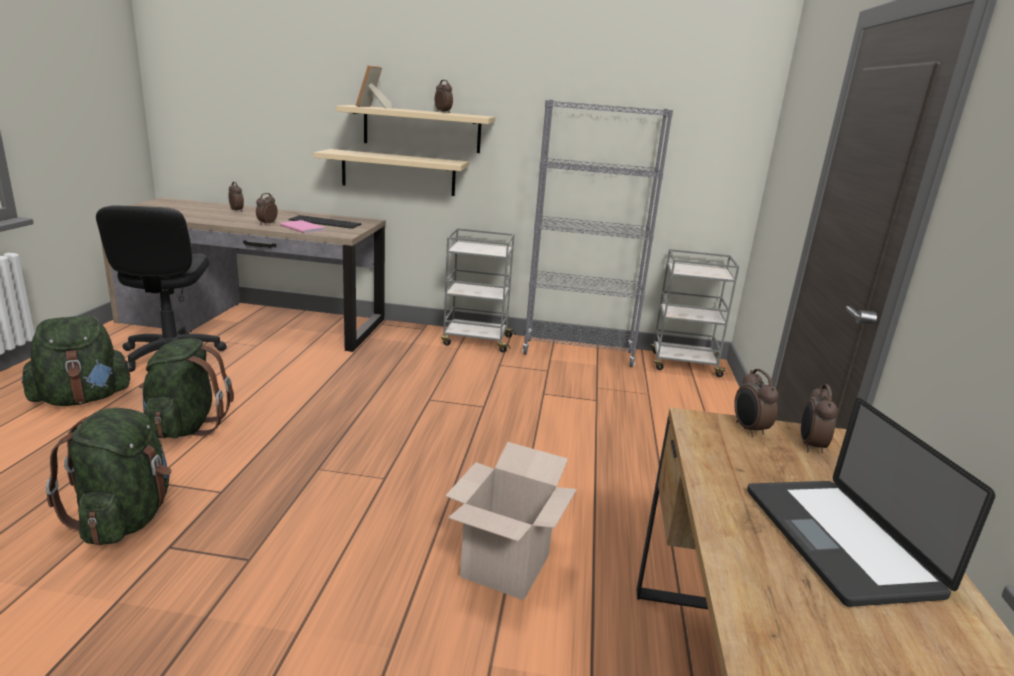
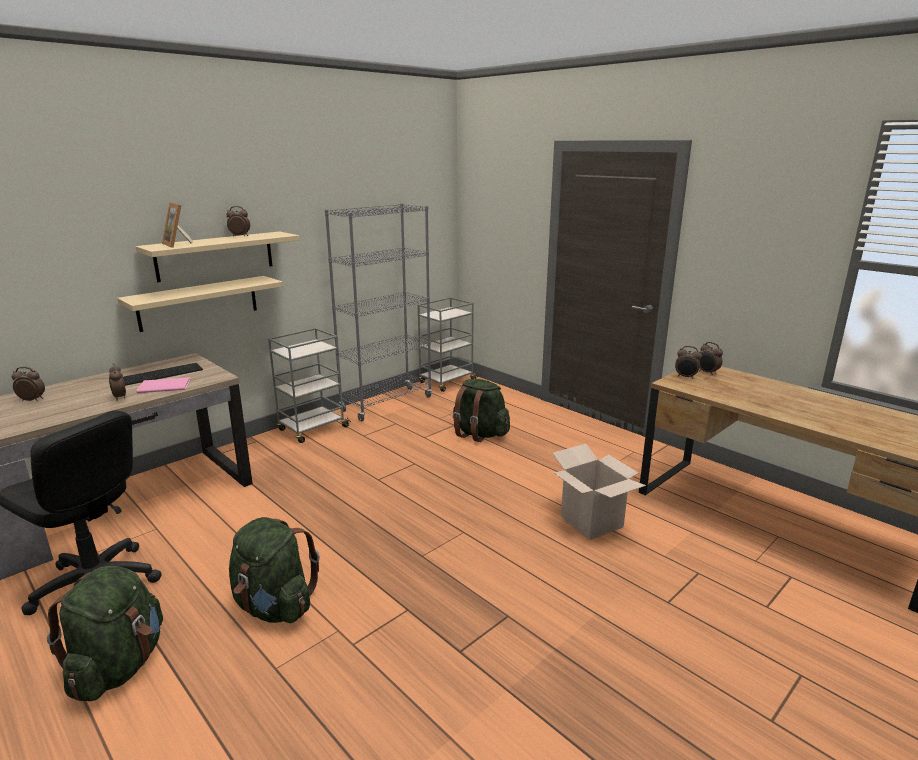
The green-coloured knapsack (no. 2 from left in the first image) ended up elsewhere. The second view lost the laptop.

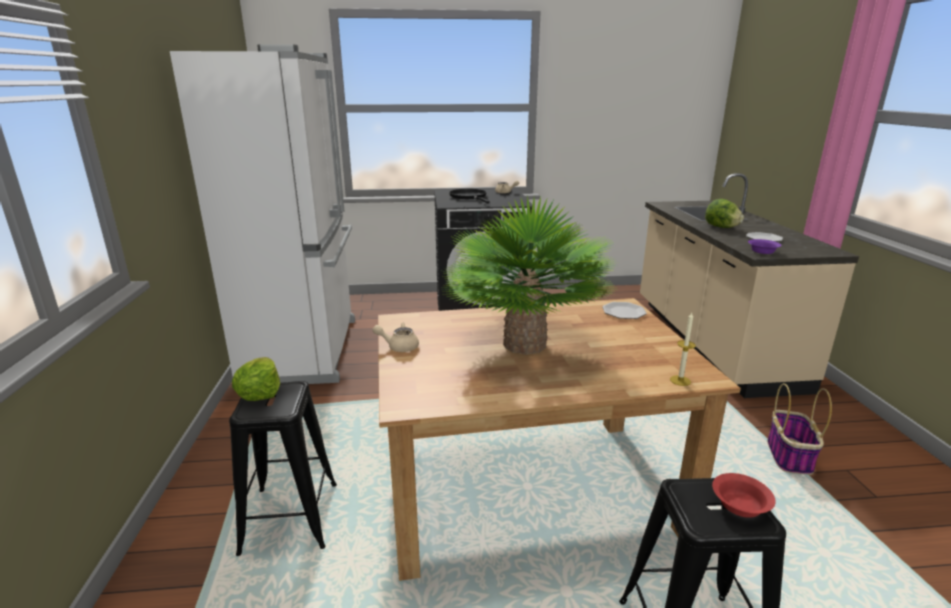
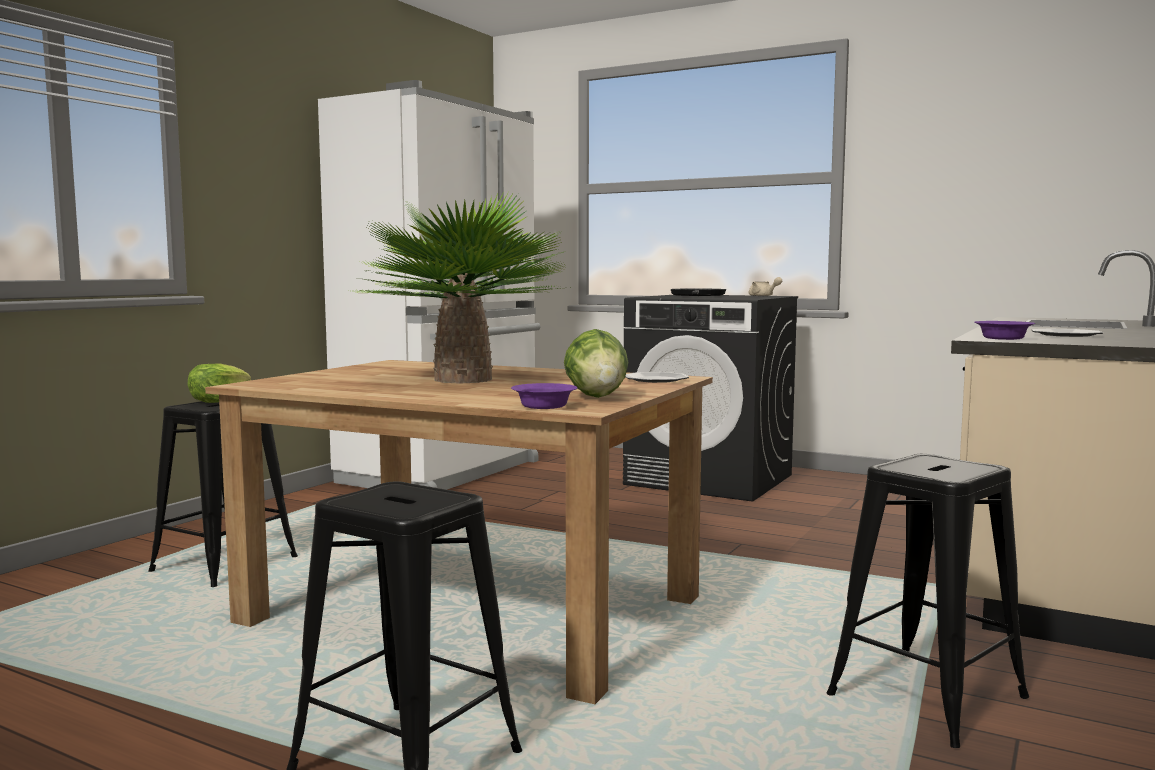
Where the wax light stood, the purple deep dish (no. 1 from left) came to stand. The head of lettuce (no. 2 from left) ended up elsewhere. Where the household basket stood, the black stool (no. 3 from left) came to stand. The second view lost the sand-coloured tea pot (no. 1 from left). The second view lost the red deep dish.

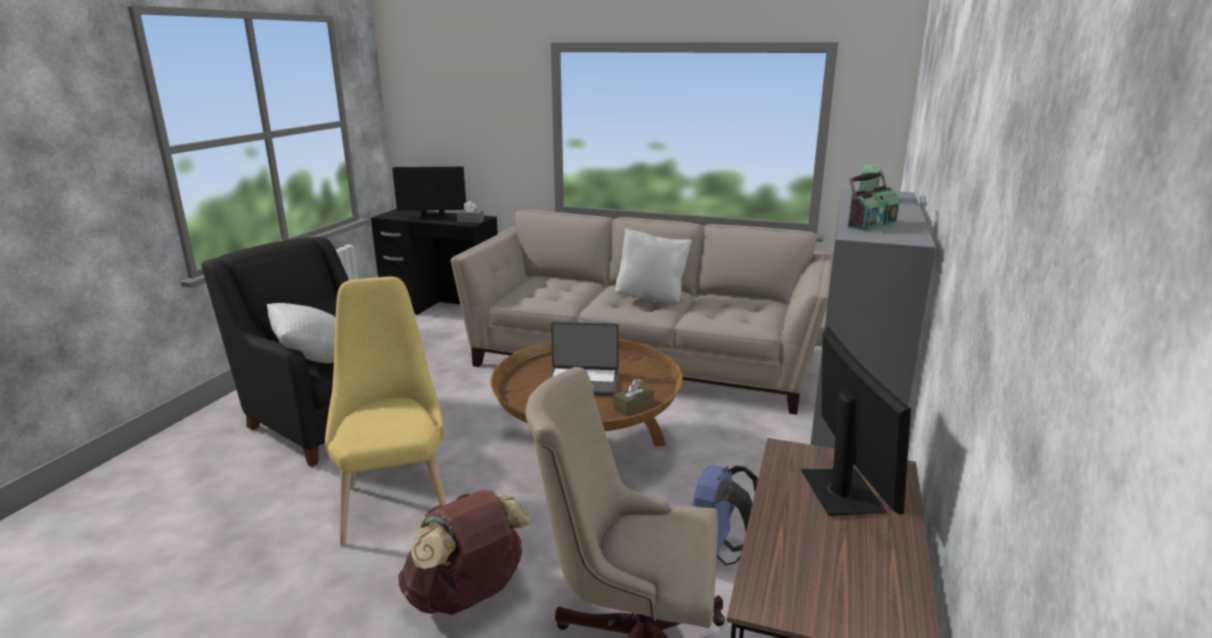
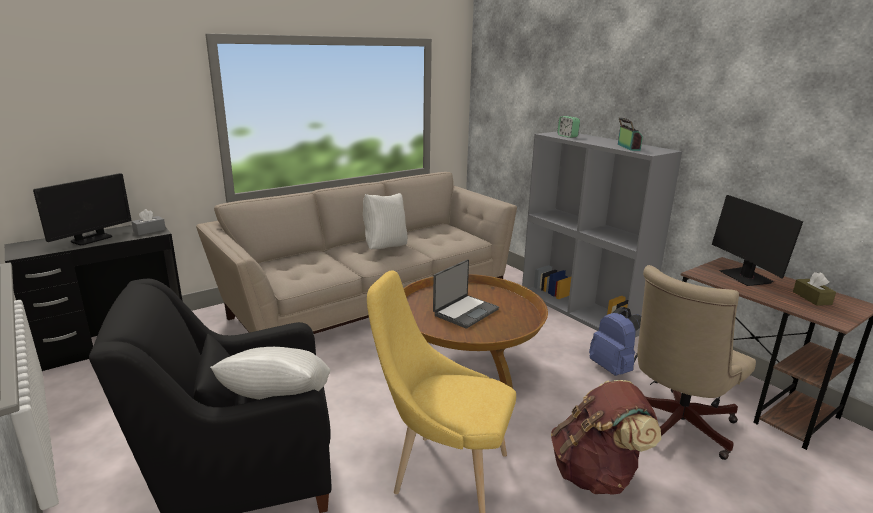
The computer screen (no. 2 from left) ended up facing another way, 135 degrees counterclockwise from before. The brownish box of tissues ended up elsewhere.

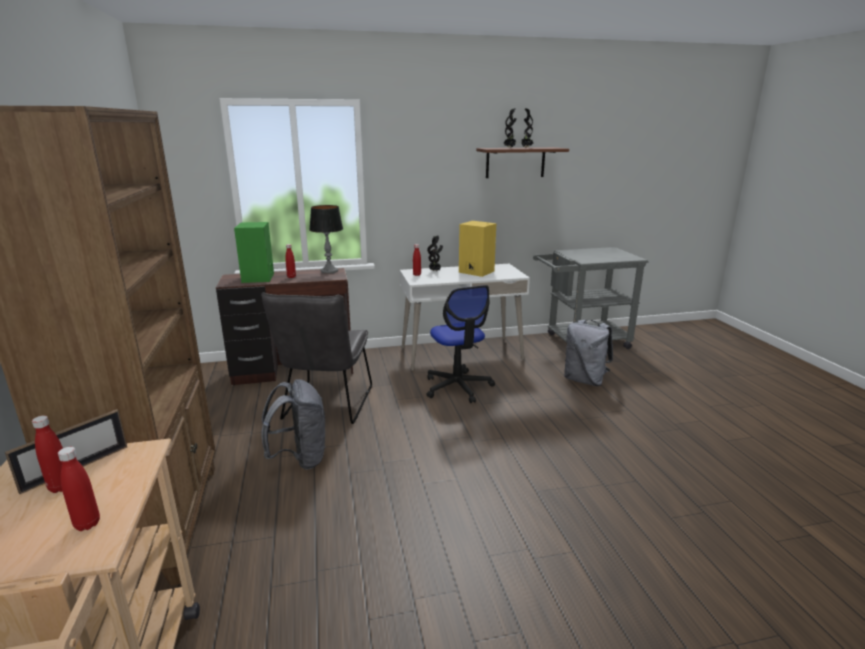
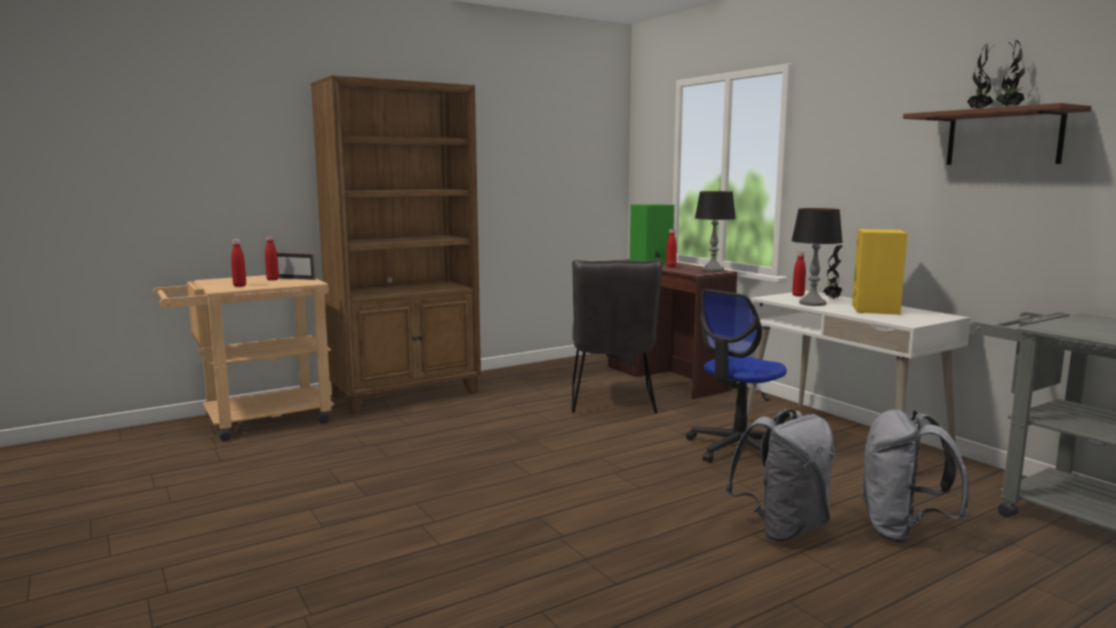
The grey chair ended up facing another way, 75 degrees counterclockwise from before. The grey knapsack (no. 1 from left) ended up elsewhere. The second view gained the lamp for a table (no. 2 from left).

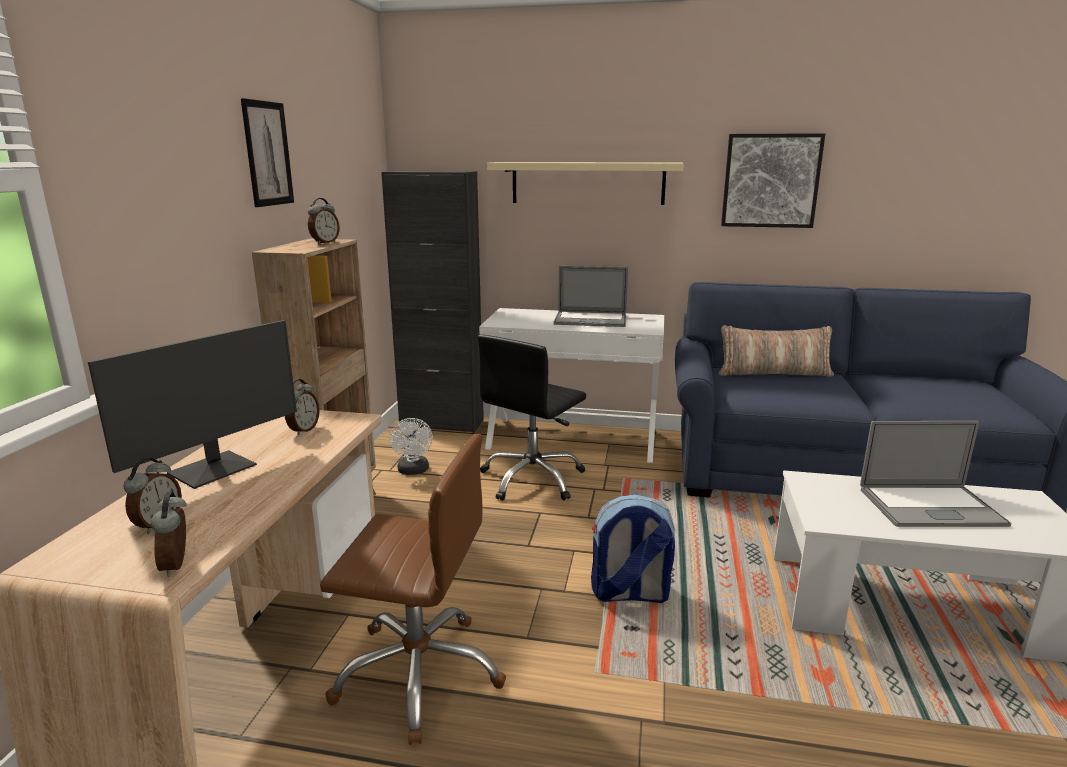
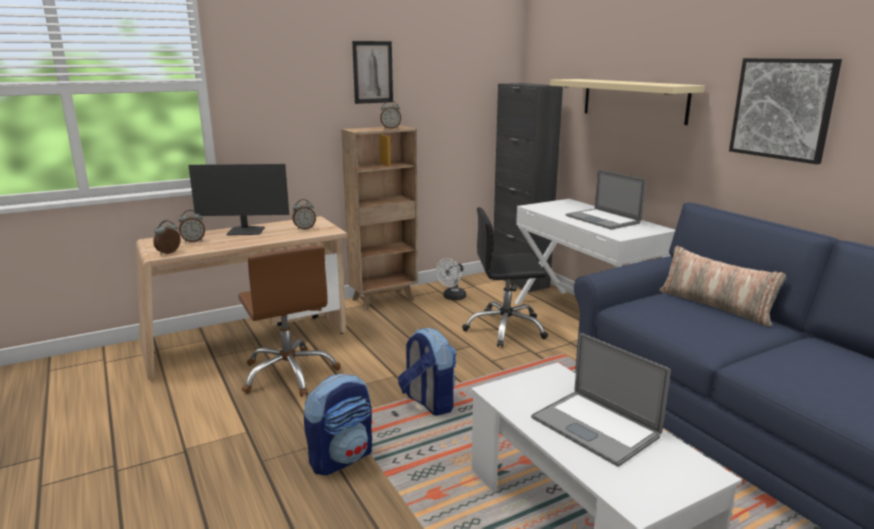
The second view gained the knapsack (no. 1 from left).

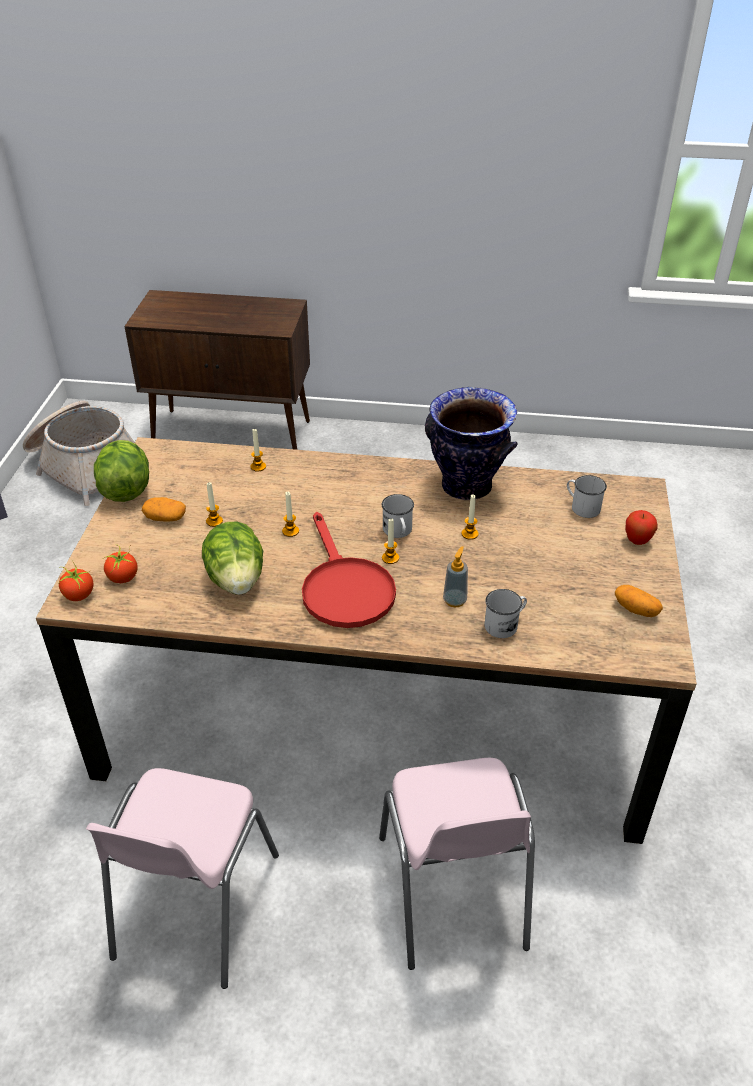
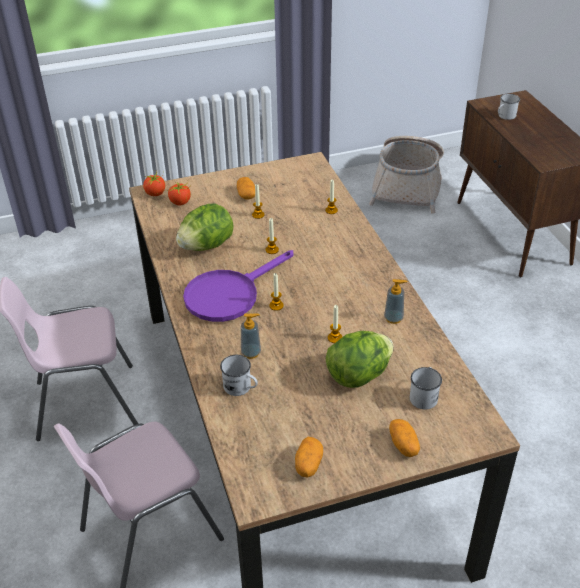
What was the red pan turned into the purple pan. The head of lettuce (no. 1 from left in the first image) ended up elsewhere. Where the vase stood, the soap bottle (no. 2 from left) came to stand. Where the apple fruit stood, the whole potato (no. 3 from left) came to stand. The whitish coffee mug (no. 1 from left in the first image) ended up elsewhere.

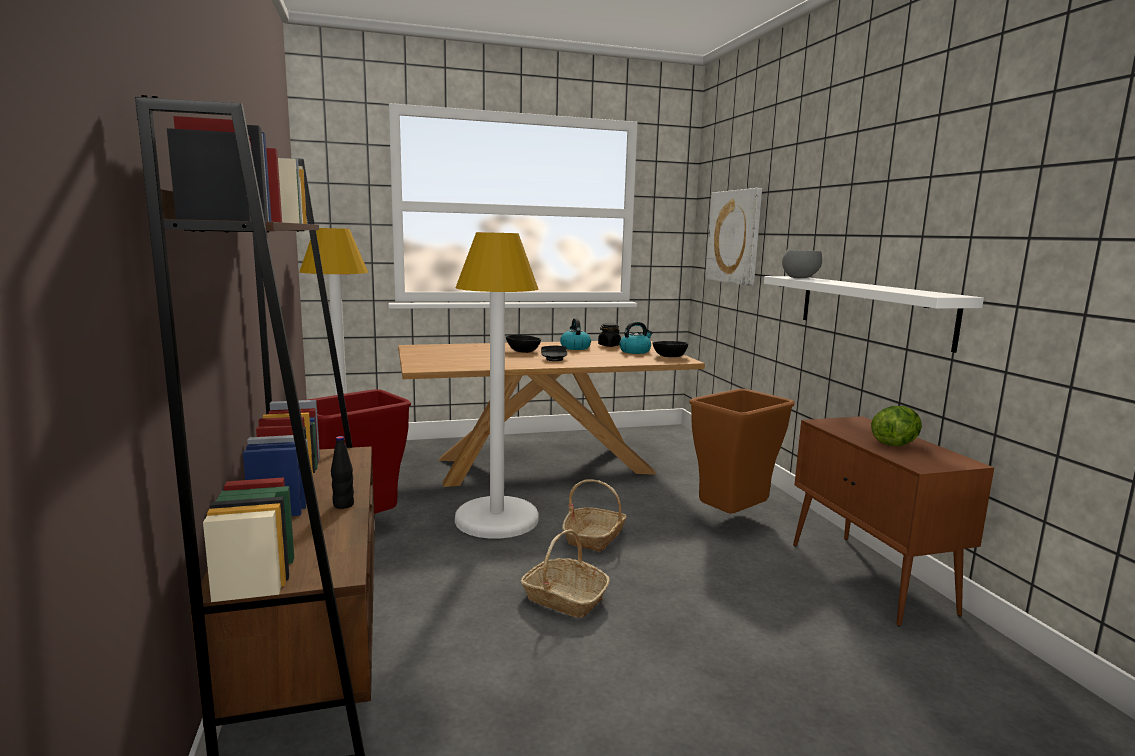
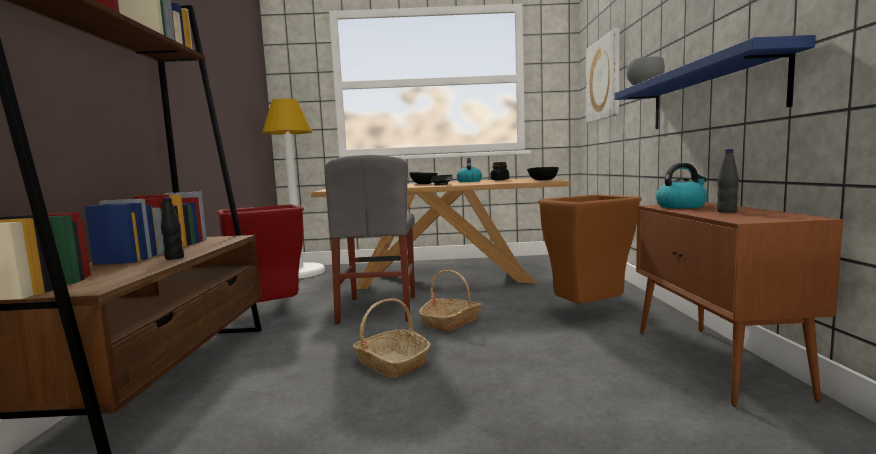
Where the whitish standing lamp (no. 2 from left) stood, the grey chair came to stand. What was the whitish wall shelf turned into the blue-coloured wall shelf. The tea kettle (no. 2 from left) ended up elsewhere. Where the head of lettuce stood, the black bottle (no. 2 from left) came to stand.

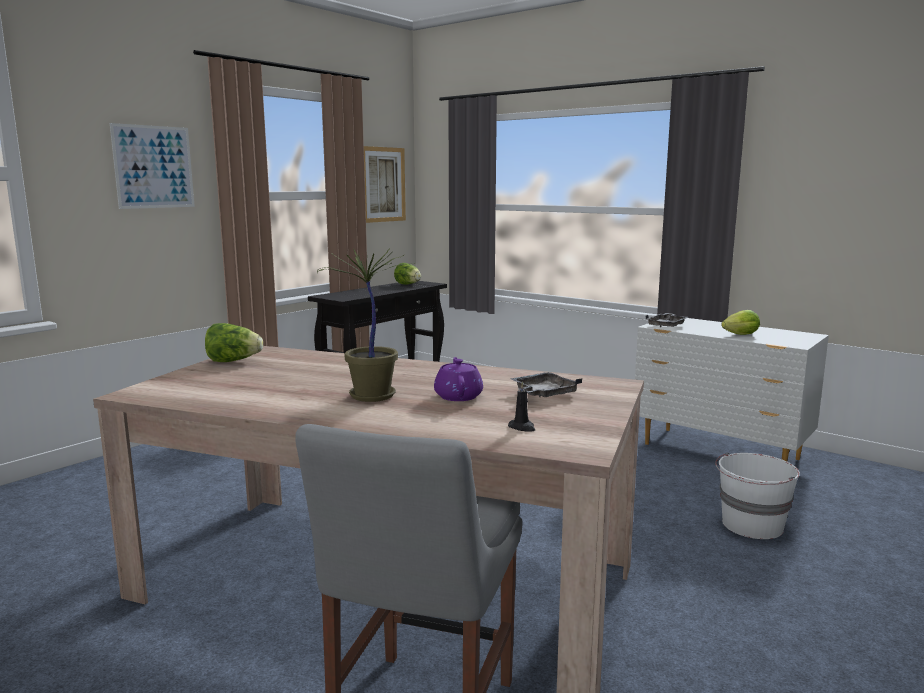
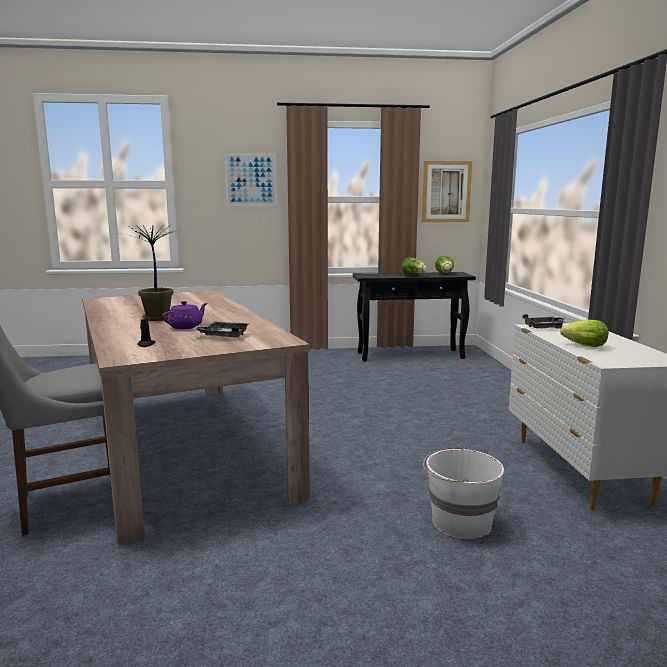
The head of lettuce (no. 1 from left) ended up elsewhere.

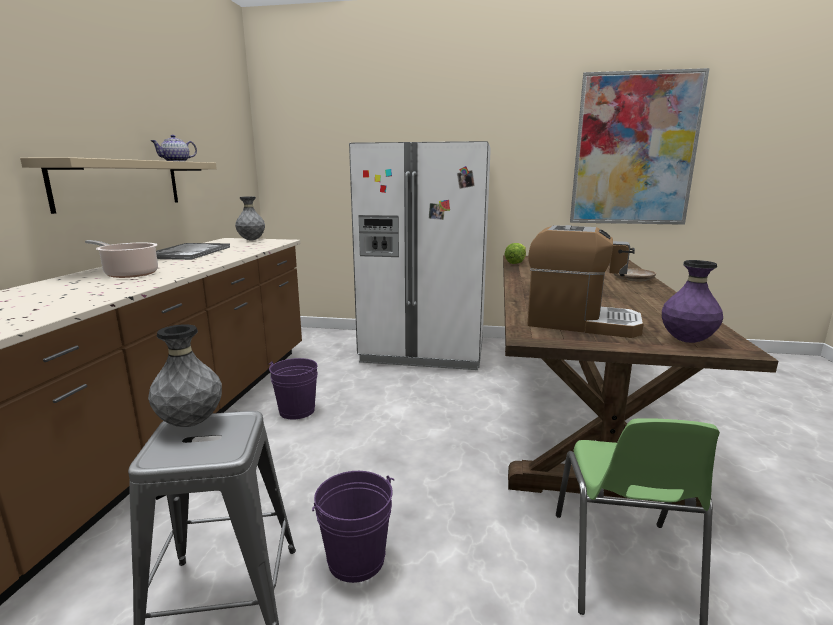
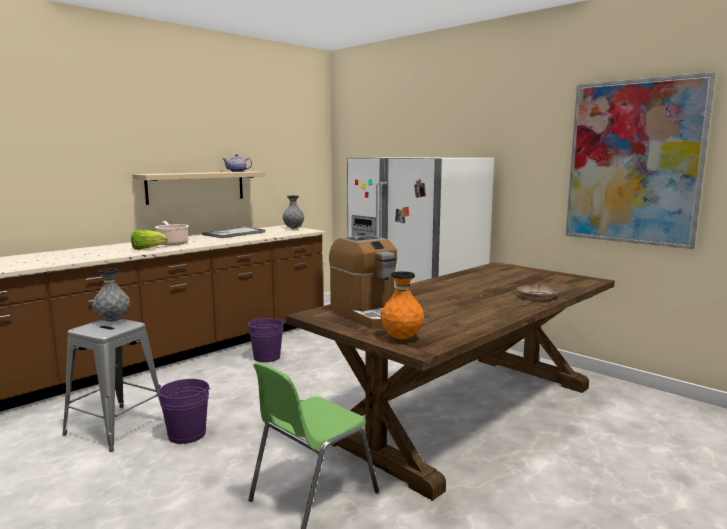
The head of lettuce ended up elsewhere. What was the purple vase turned into the orangey vase.

